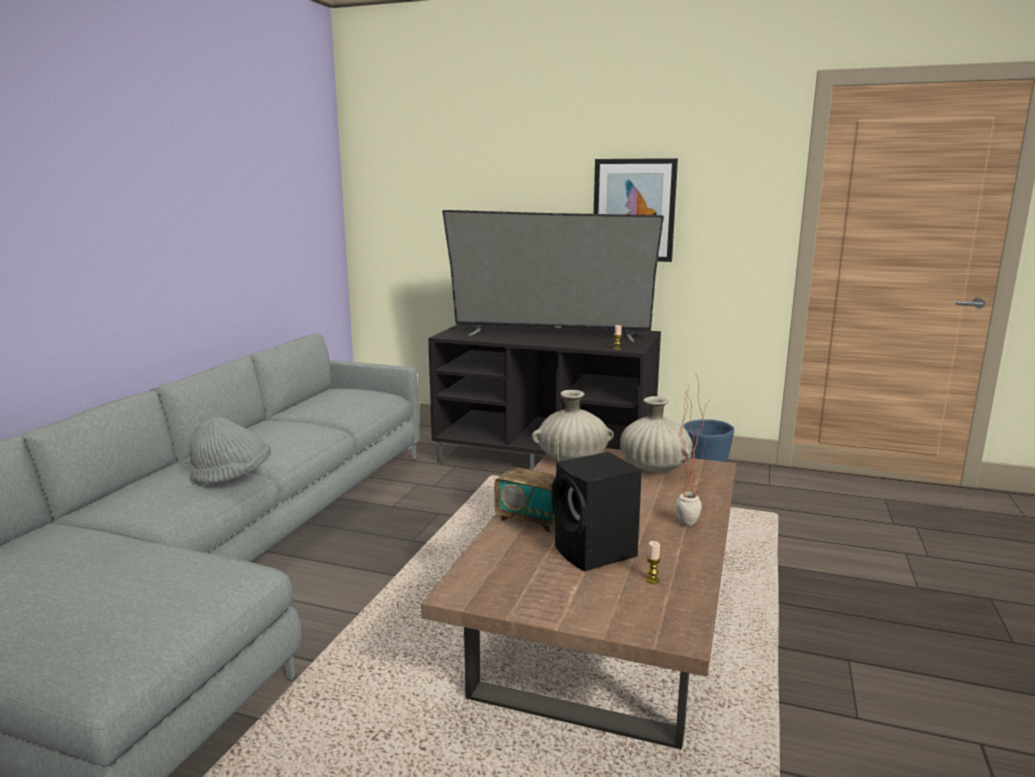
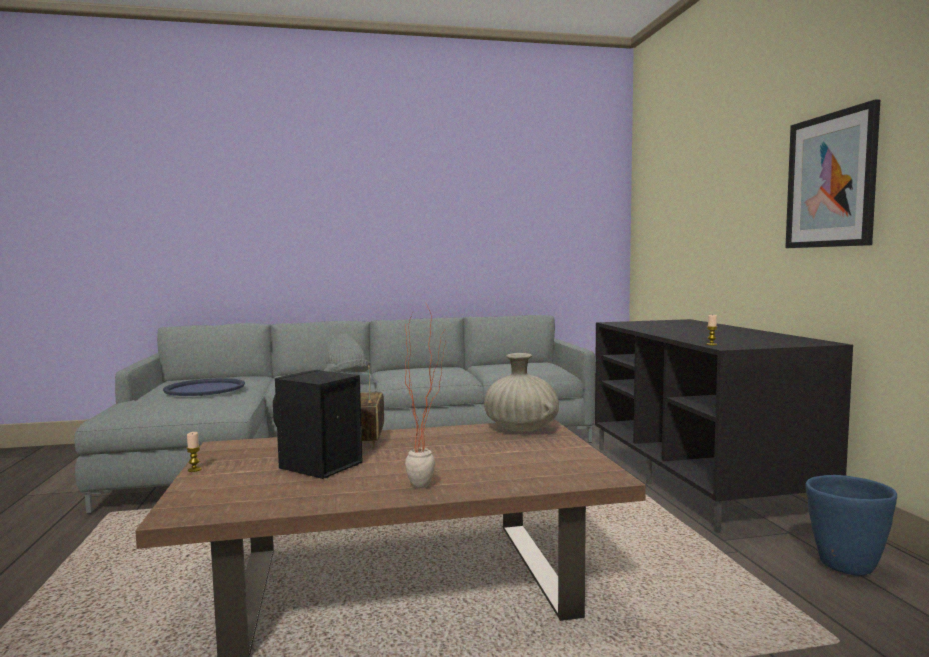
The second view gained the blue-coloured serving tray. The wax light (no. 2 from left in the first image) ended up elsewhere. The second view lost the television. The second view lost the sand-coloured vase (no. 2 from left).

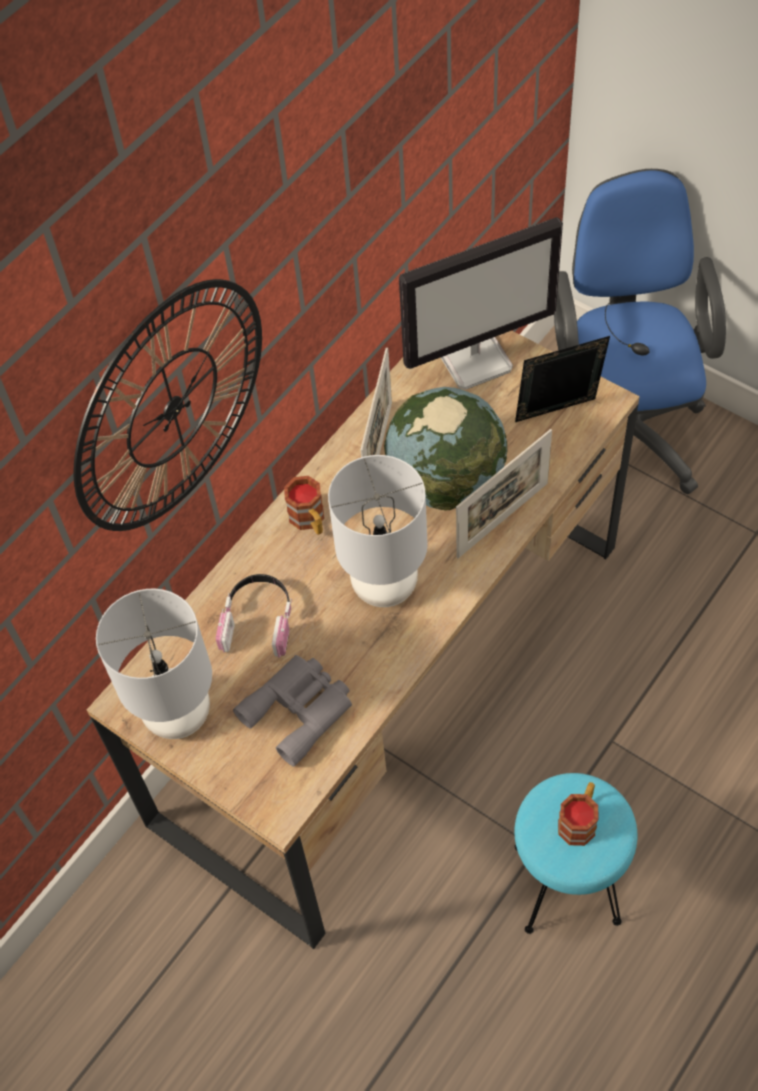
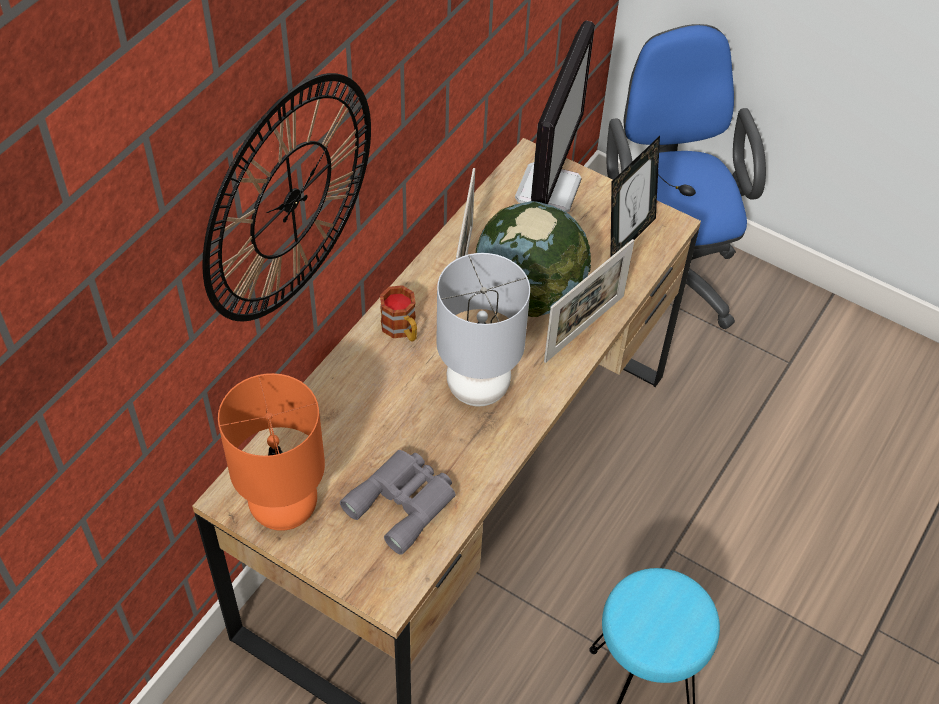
What was the grey lamp for a table (no. 1 from left) turned into the orangey lamp for a table. The computer screen ended up facing another way, 45 degrees counterclockwise from before. The standing frame (no. 3 from left) ended up facing another way, 150 degrees clockwise from before. The second view lost the pair of headphones. The second view lost the coffee mug (no. 2 from left).

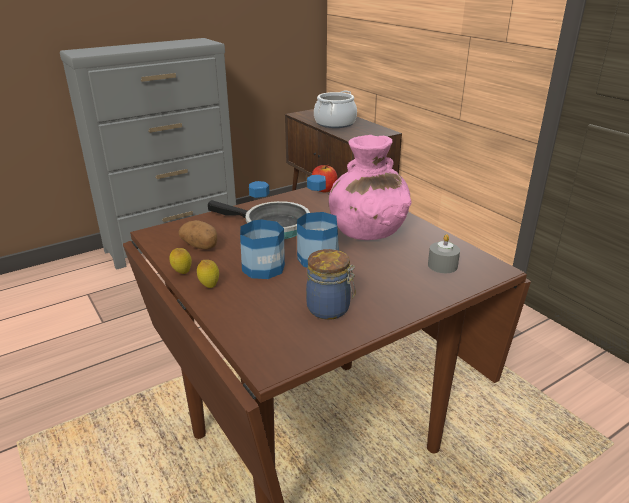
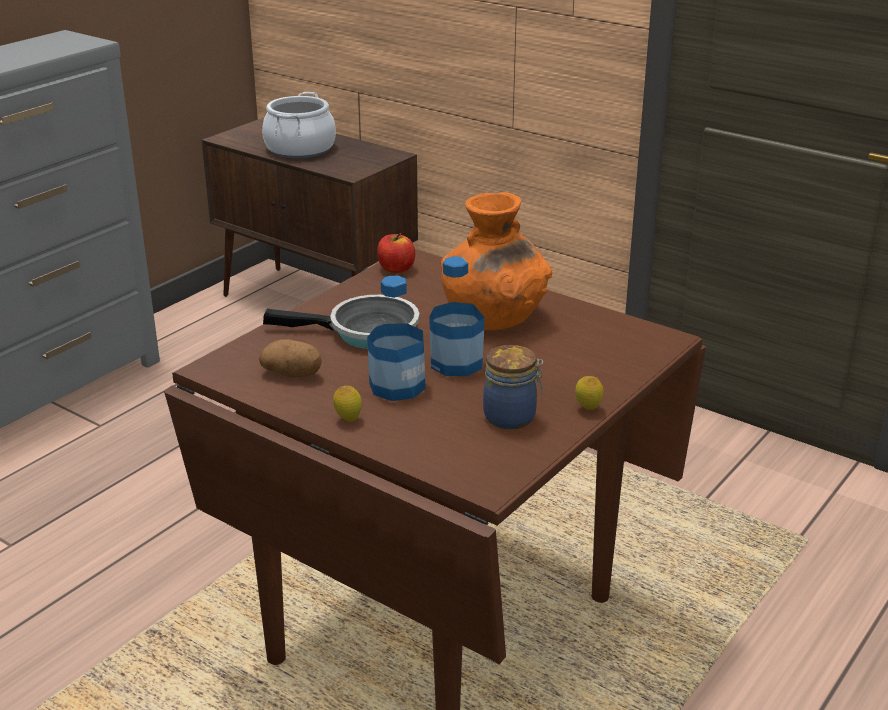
What was the pinkish vase turned into the orangey vase. The whole lemon (no. 1 from left in the first image) ended up elsewhere. The second view lost the grey wax light.

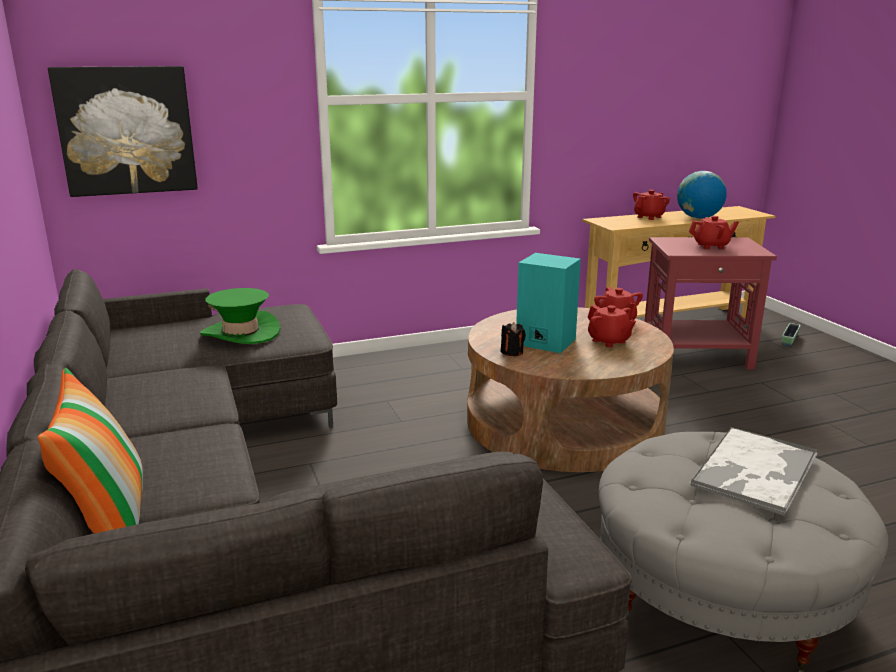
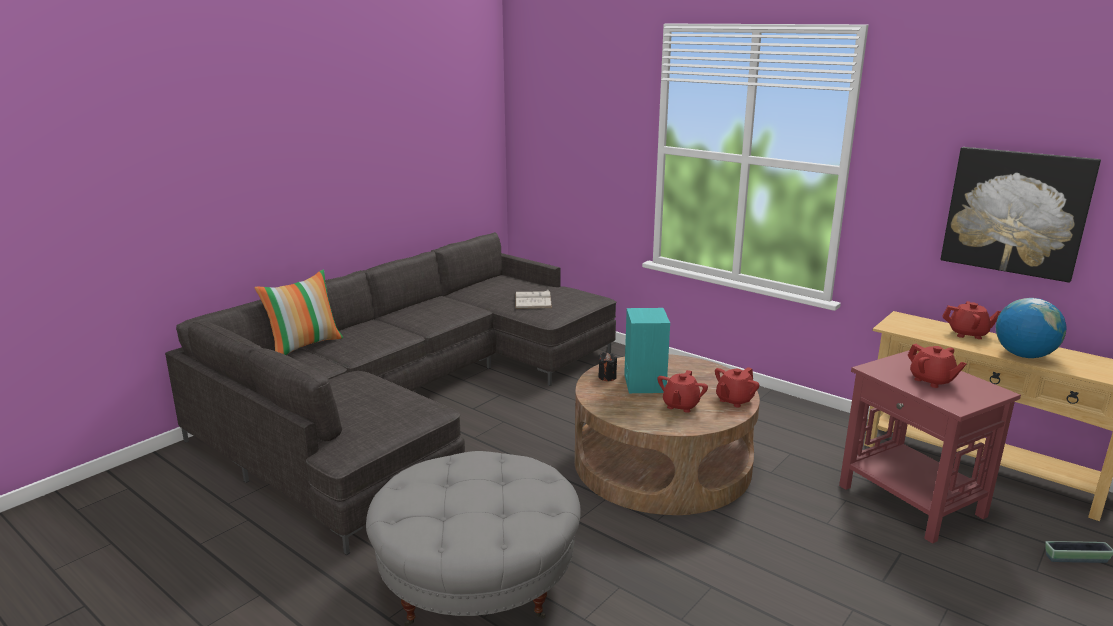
Where the green-coloured wearable hat stood, the whitish book came to stand. The wall picture ended up elsewhere. The second view lost the serving tray.

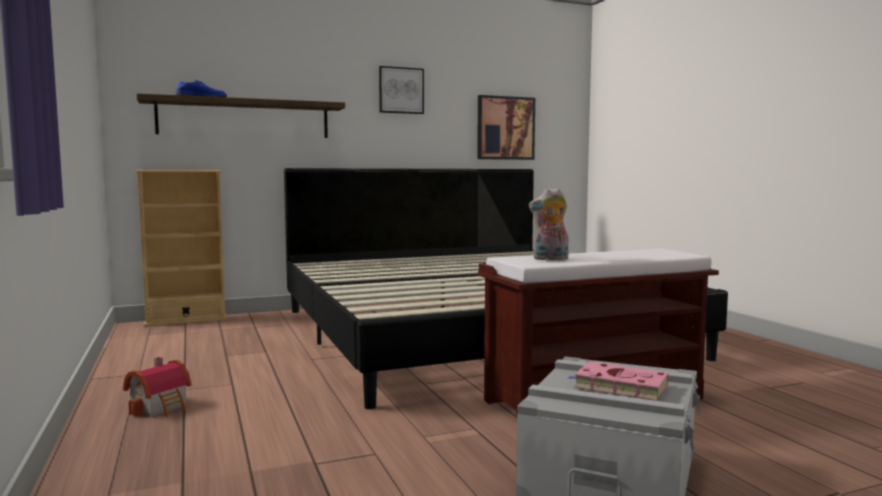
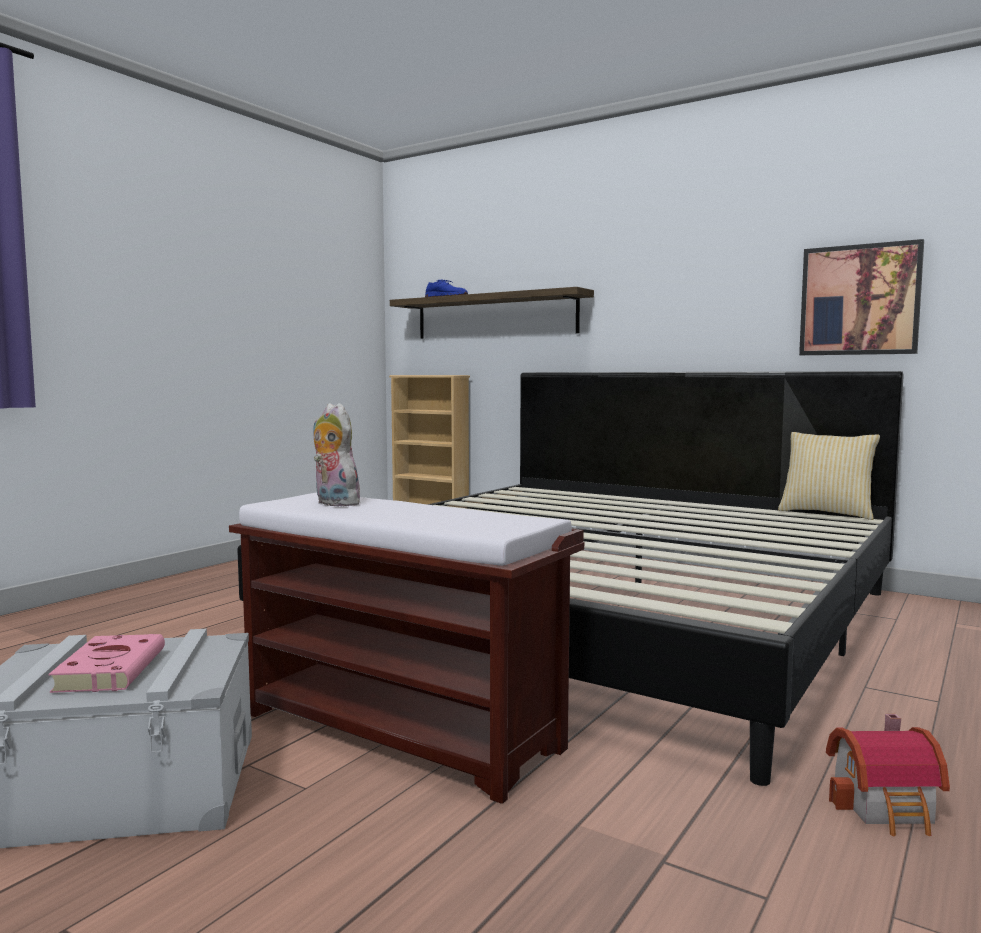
The second view gained the cushion. The miniature house ended up elsewhere. The second view lost the wall picture (no. 1 from left).

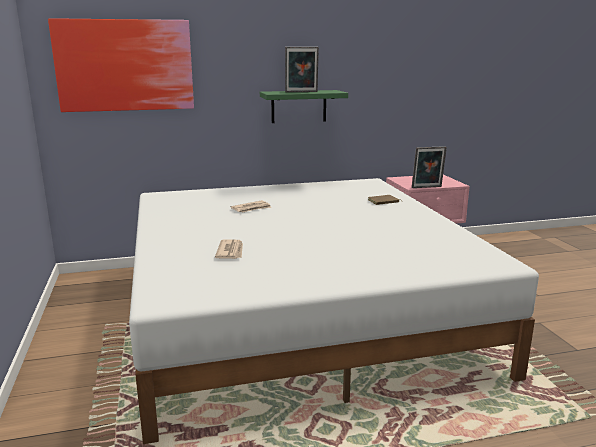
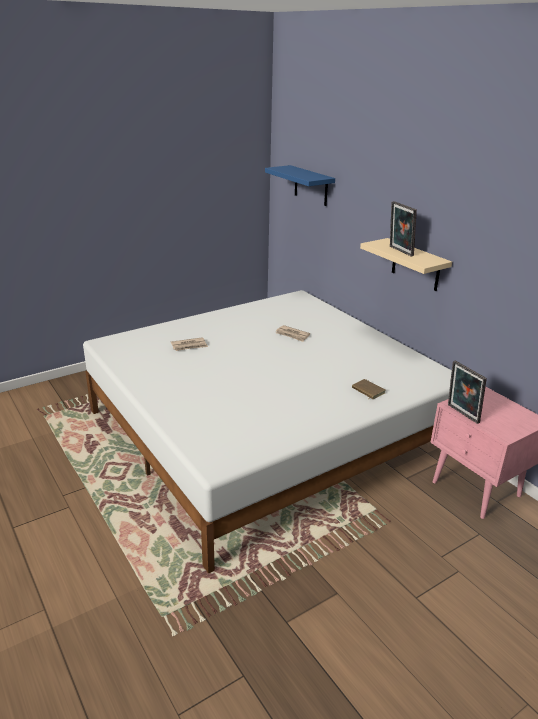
Where the wall picture hung, the blue-coloured wall shelf came to hang. What was the green-coloured wall shelf turned into the sand-coloured wall shelf.

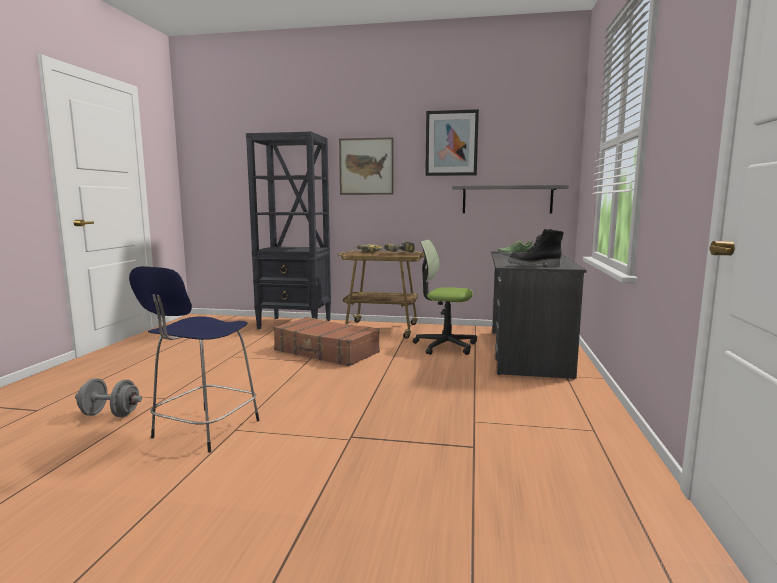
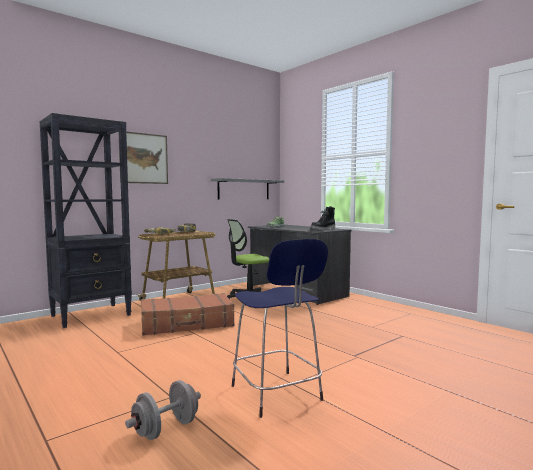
The second view lost the wall picture (no. 2 from left).

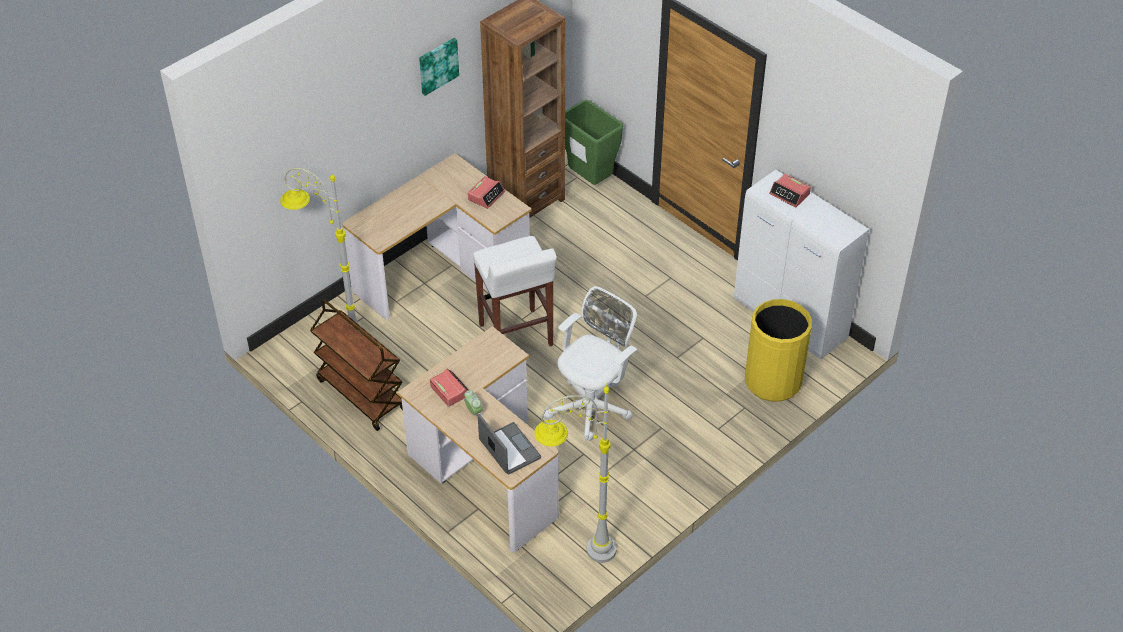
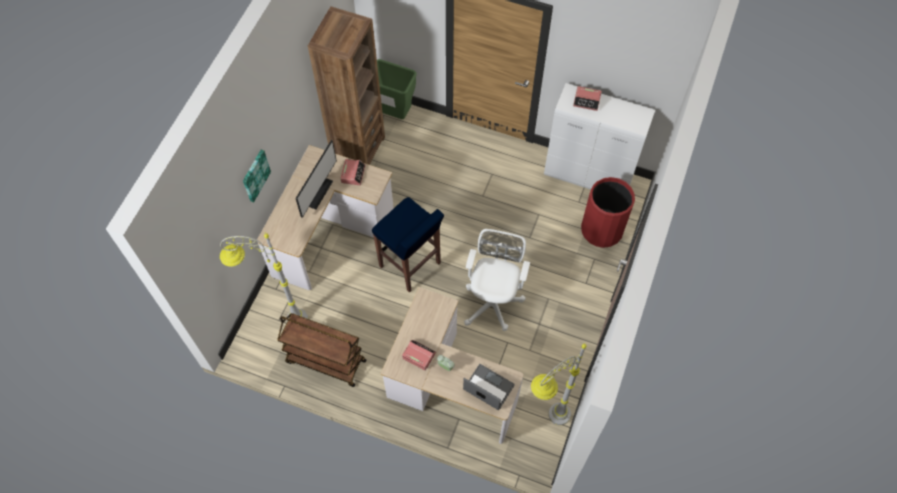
The wall picture ended up elsewhere. The second view gained the computer screen. What was the whitish stool turned into the blue-coloured stool. What was the yellow-coloured trash can turned into the red trash can.

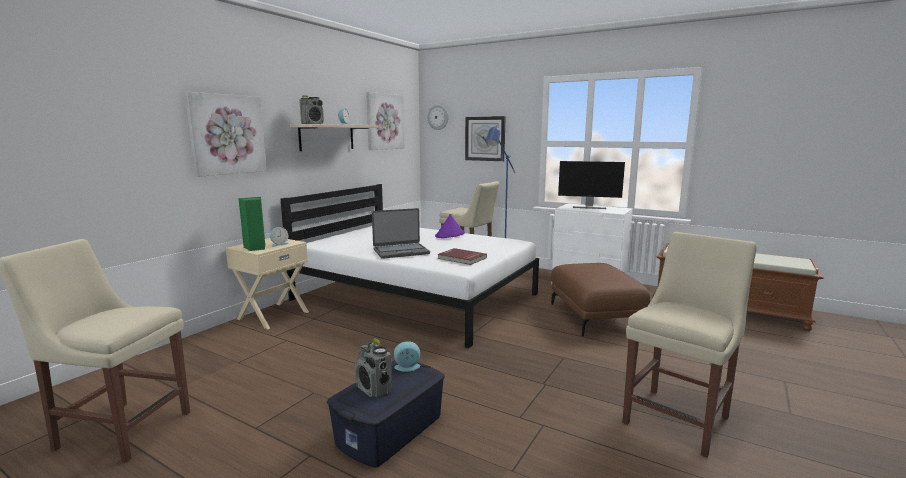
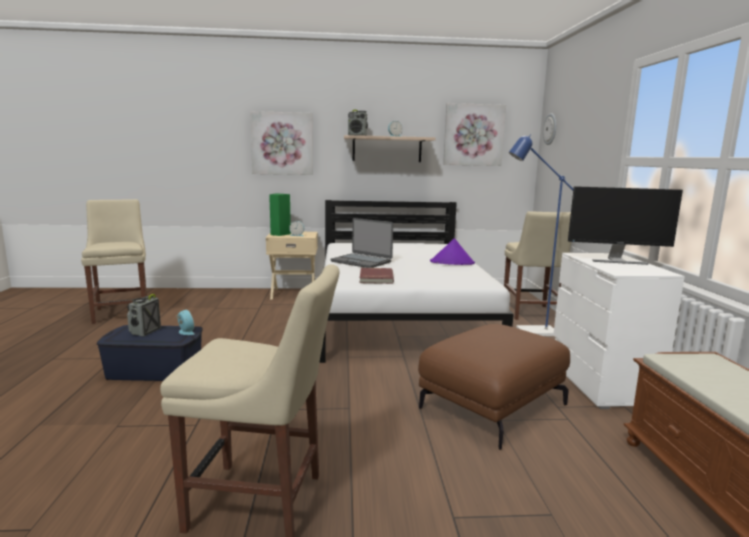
The computer screen ended up facing another way, 60 degrees counterclockwise from before. The second view lost the wall clock (no. 2 from left).

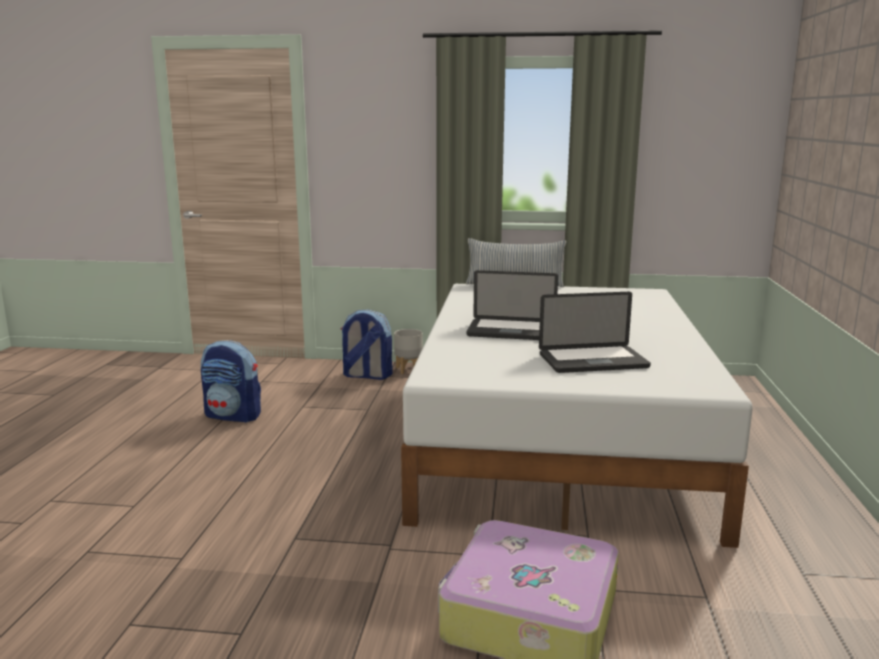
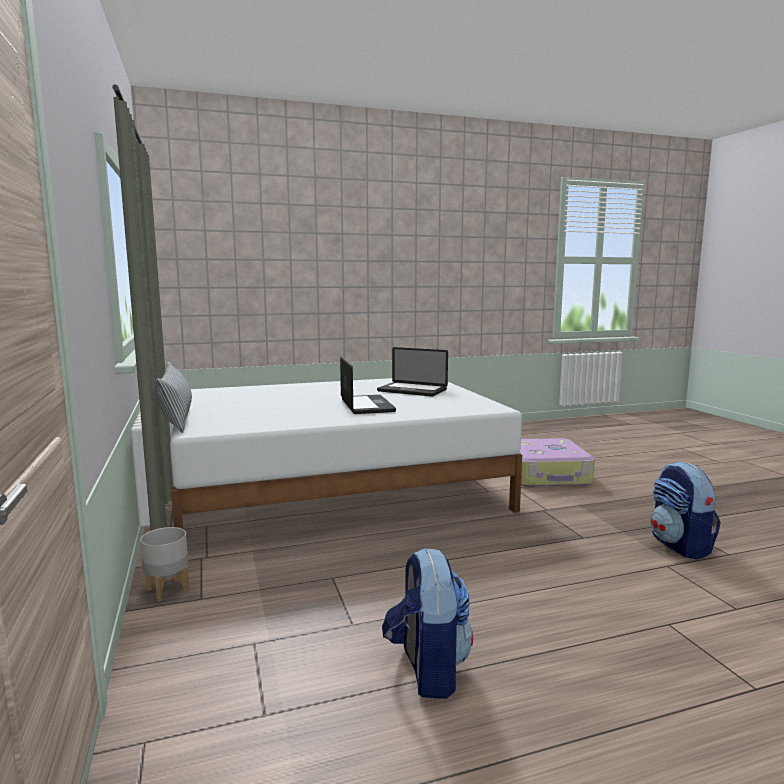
The laptop (no. 2 from left) ended up facing another way, 150 degrees clockwise from before. The knapsack (no. 2 from left) ended up elsewhere.

